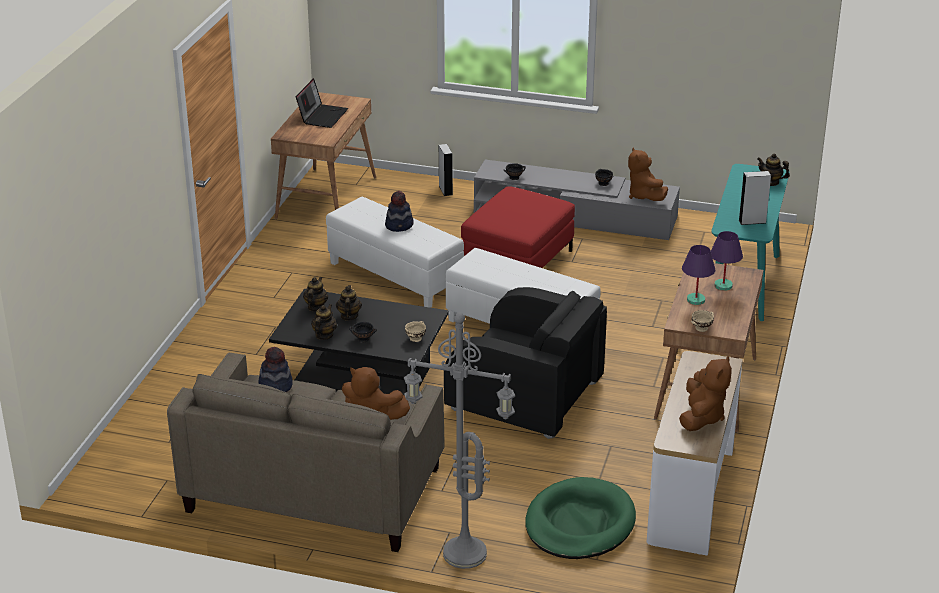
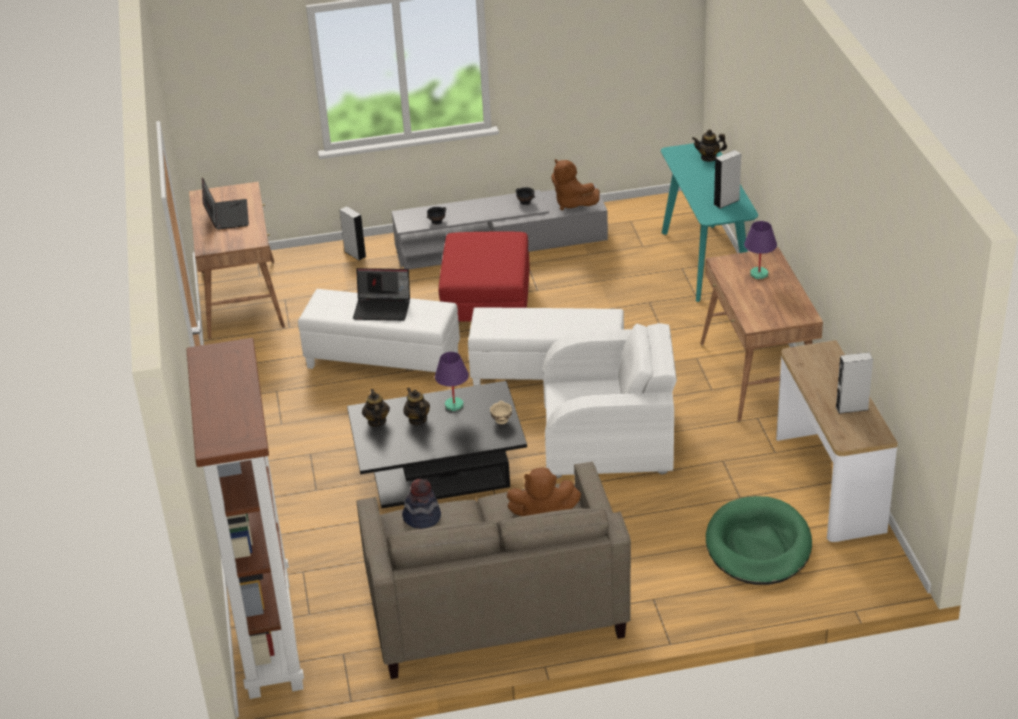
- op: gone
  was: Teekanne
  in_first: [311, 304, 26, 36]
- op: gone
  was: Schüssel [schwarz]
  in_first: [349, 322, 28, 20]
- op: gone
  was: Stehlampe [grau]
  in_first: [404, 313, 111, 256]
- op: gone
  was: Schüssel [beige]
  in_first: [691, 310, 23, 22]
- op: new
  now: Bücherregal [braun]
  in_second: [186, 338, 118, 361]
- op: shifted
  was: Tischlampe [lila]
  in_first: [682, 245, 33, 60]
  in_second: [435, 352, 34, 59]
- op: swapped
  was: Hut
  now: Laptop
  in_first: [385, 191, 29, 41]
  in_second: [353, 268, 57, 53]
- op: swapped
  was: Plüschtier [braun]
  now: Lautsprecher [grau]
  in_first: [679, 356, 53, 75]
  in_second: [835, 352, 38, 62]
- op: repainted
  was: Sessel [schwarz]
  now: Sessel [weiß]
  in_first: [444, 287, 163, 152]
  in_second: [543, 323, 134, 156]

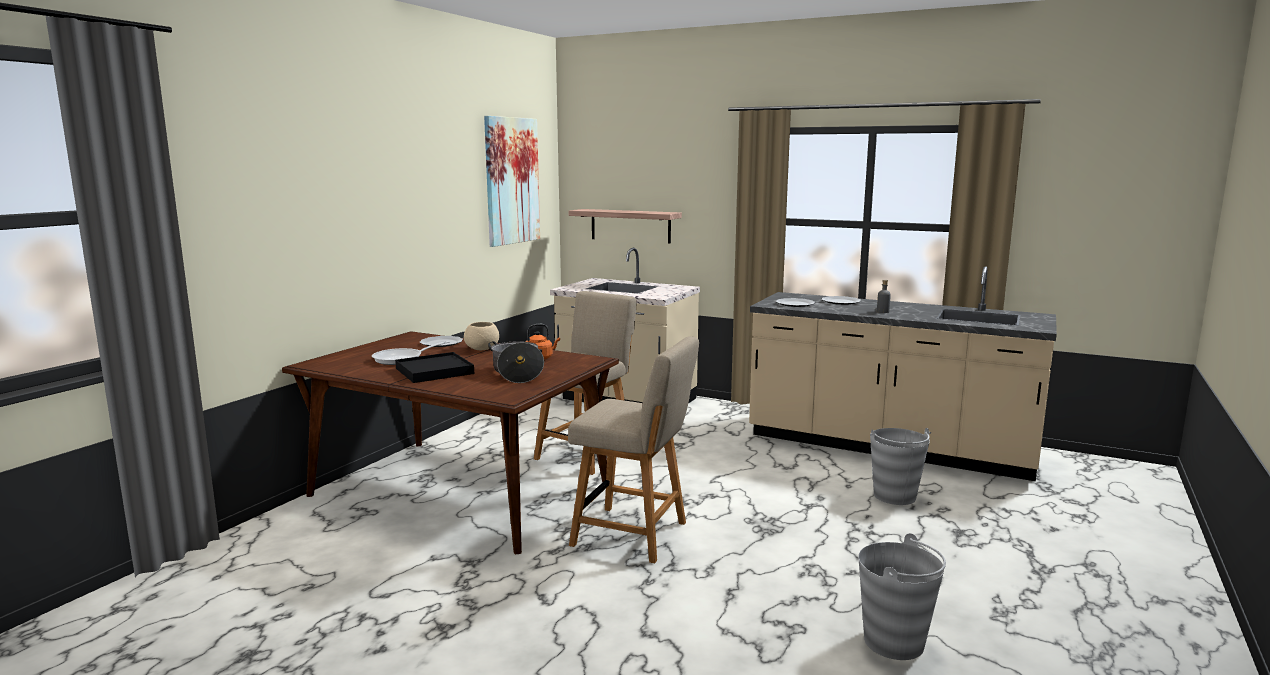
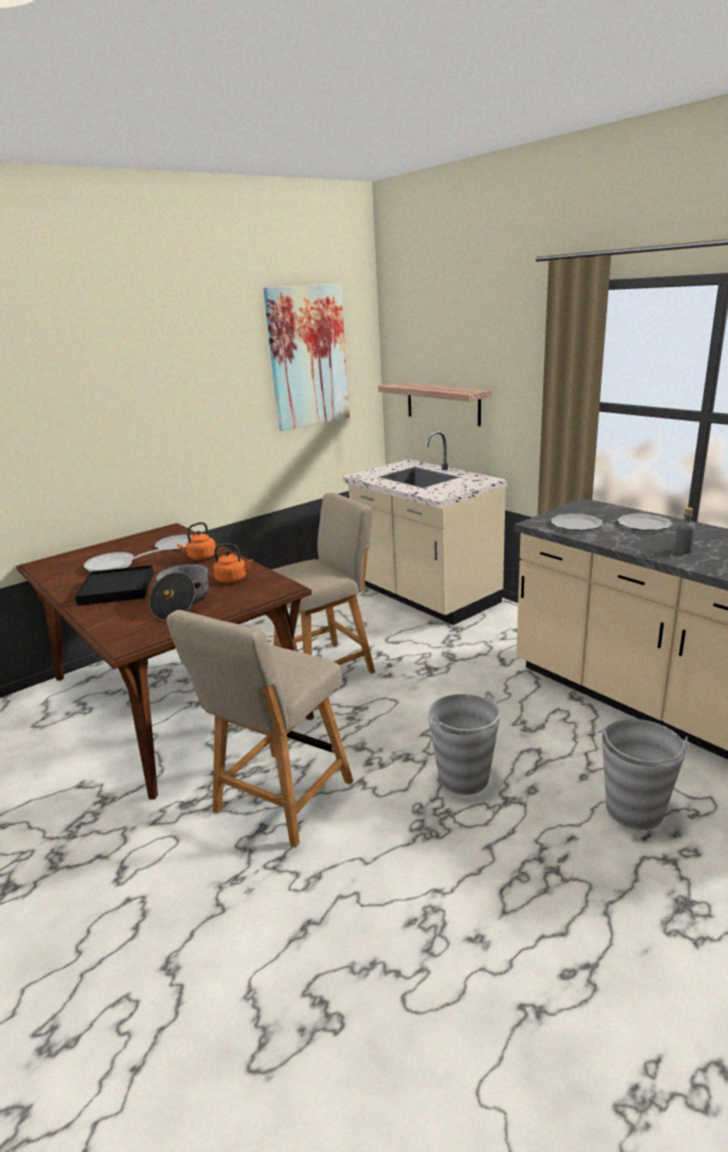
- op: shifted
  was: Eimer [grau]
  in_first: [858, 533, 88, 127]
  in_second: [428, 691, 72, 104]
- op: swapped
  was: Schüssel [beige]
  now: Wasserkessel [orange]
  in_first: [464, 322, 35, 28]
  in_second: [177, 522, 39, 38]
- op: rotated
  was: Stuhl [beige]
  in_first: [568, 336, 131, 227]
  in_second: [167, 610, 186, 238]
  clockwise: 75

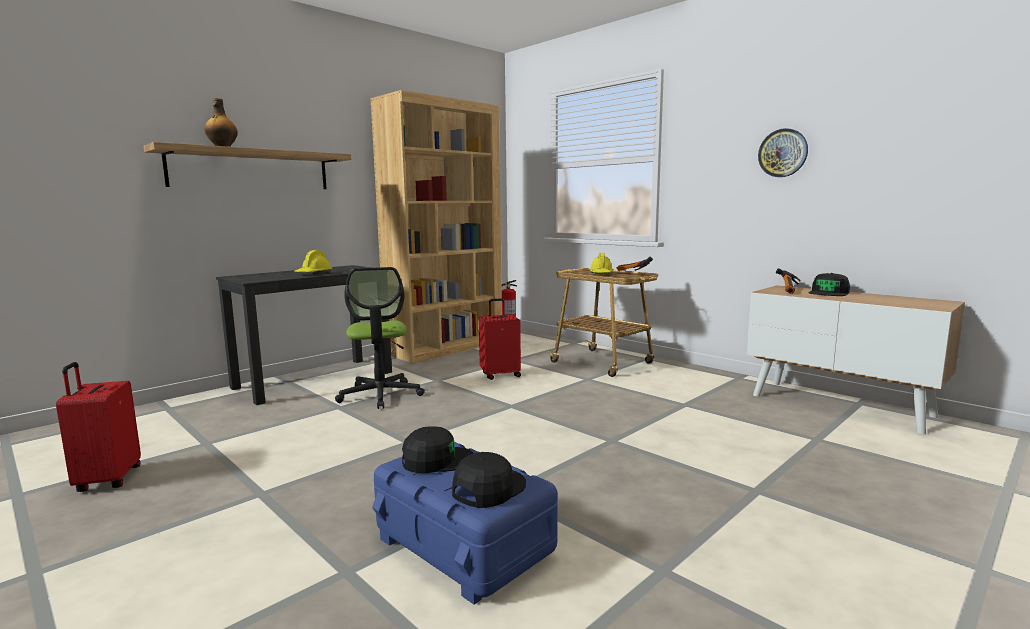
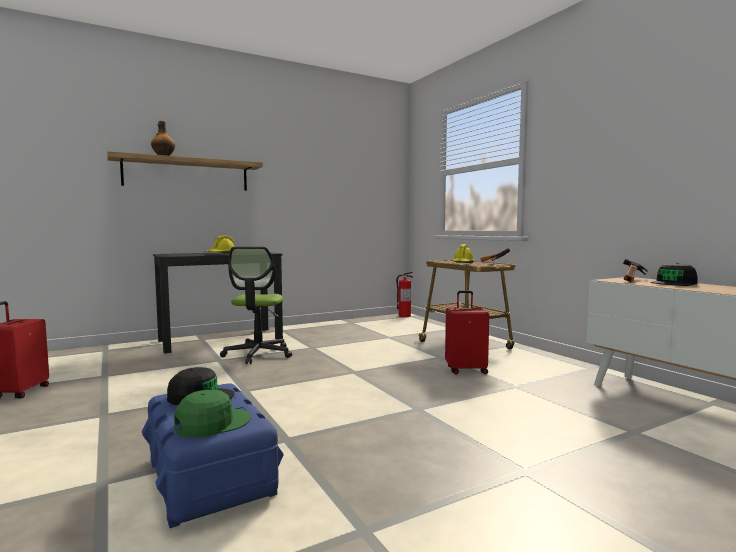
- op: gone
  was: Bücherregal [braun]
  in_first: [370, 90, 132, 273]
- op: gone
  was: Wanduhr
  in_first: [758, 128, 50, 49]
- op: shifted
  was: Koffer [rot]
  in_first: [479, 298, 42, 82]
  in_second: [445, 291, 44, 83]
- op: repainted
  was: Kappe [schwarz]
  now: Kappe [grün]
  in_first: [452, 452, 74, 56]
  in_second: [174, 390, 77, 48]

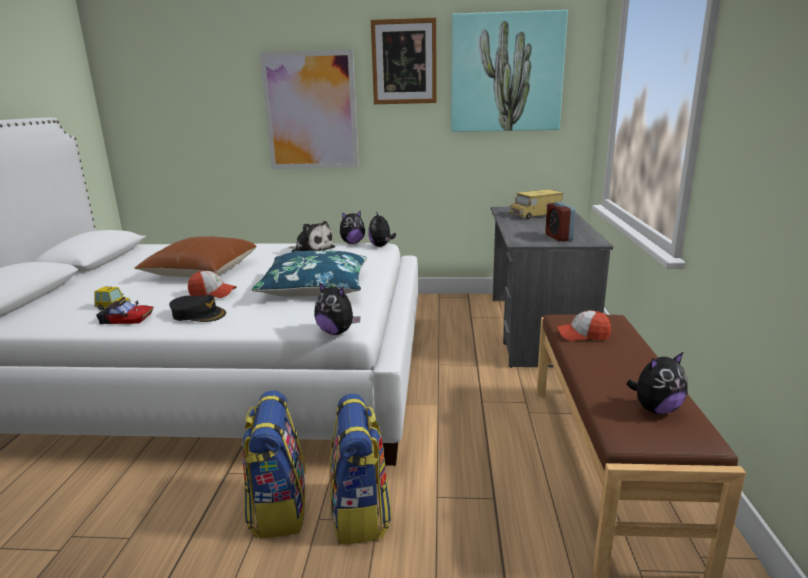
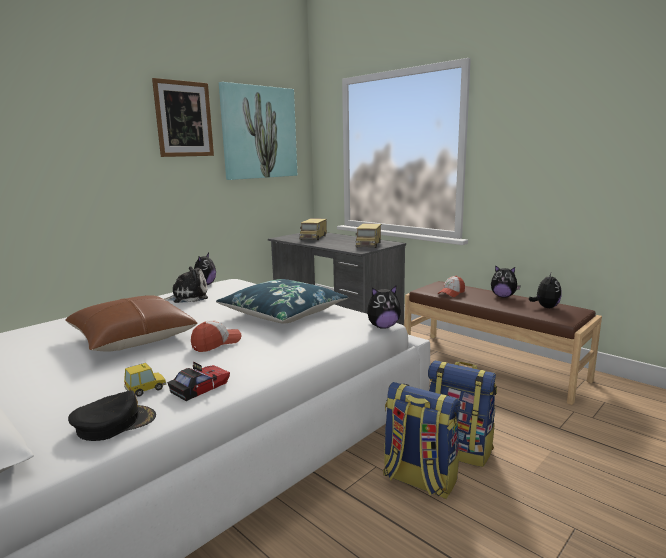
- op: gone
  was: Bild
  in_first: [260, 49, 99, 120]
- op: shifted
  was: Kappe [schwarz]
  in_first: [169, 295, 57, 27]
  in_second: [68, 390, 88, 51]
- op: shifted
  was: Plüschtier
  in_first: [368, 212, 28, 35]
  in_second: [491, 265, 29, 32]
- op: swapped
  was: Wecker
  now: Spielzeuglaster
  in_first: [545, 202, 31, 39]
  in_second: [355, 223, 26, 25]

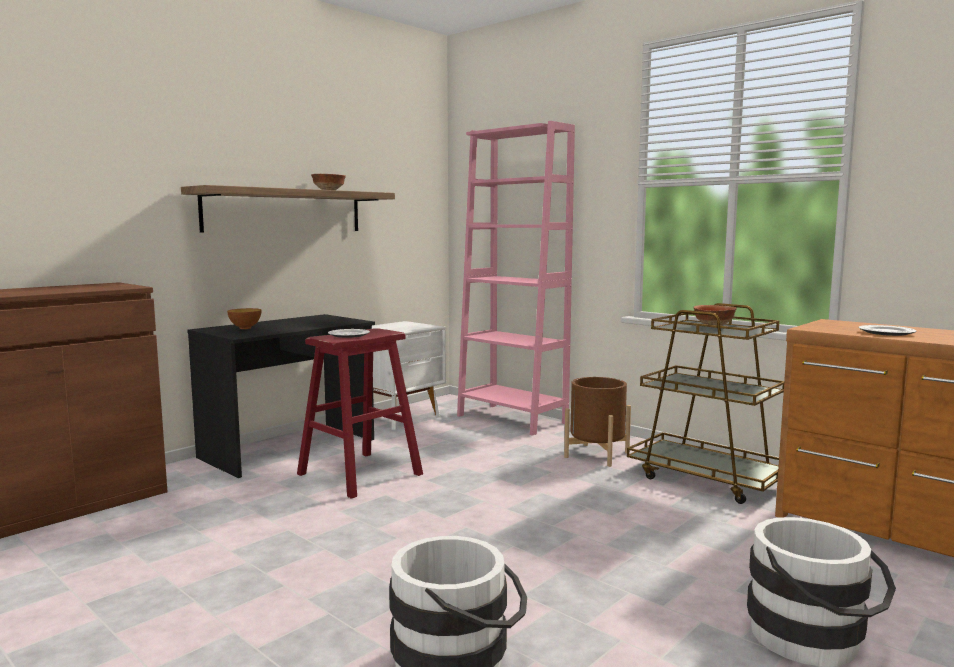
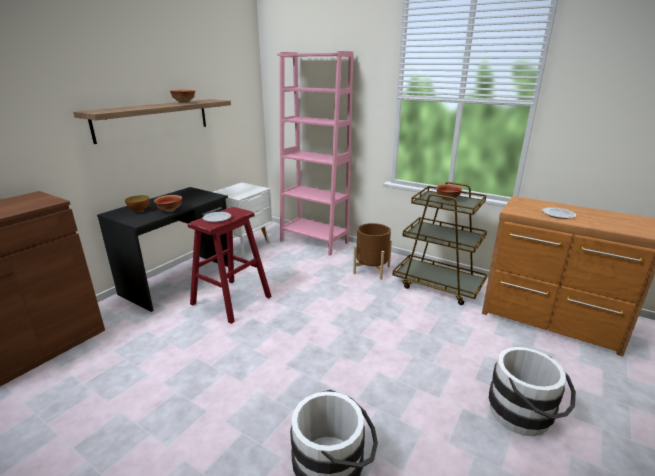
- op: new
  now: Schüssel
  in_second: [154, 195, 28, 17]

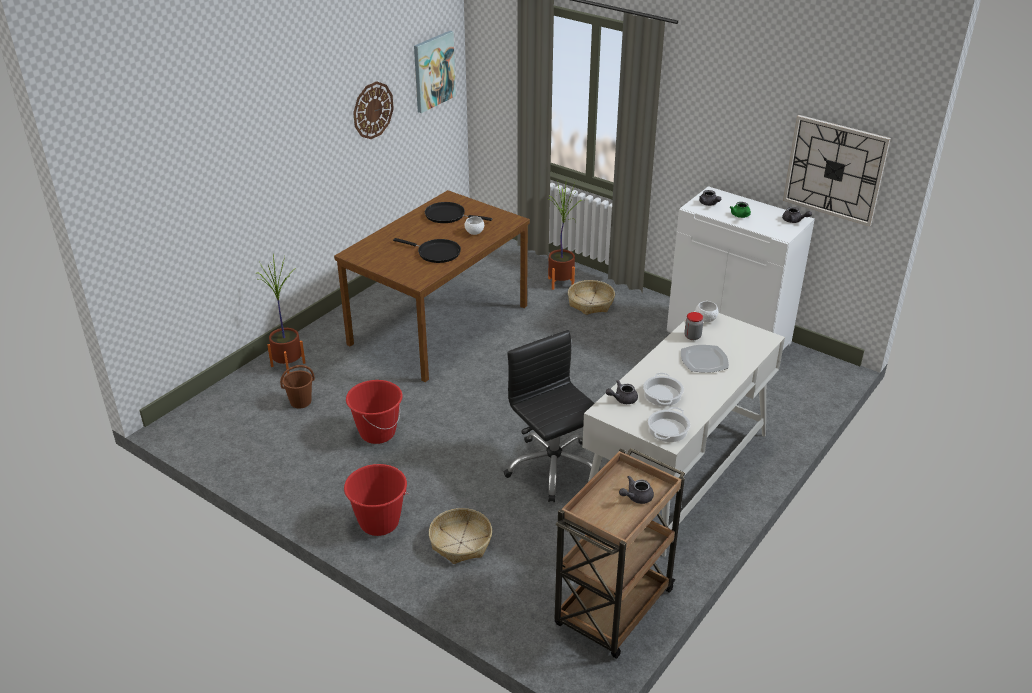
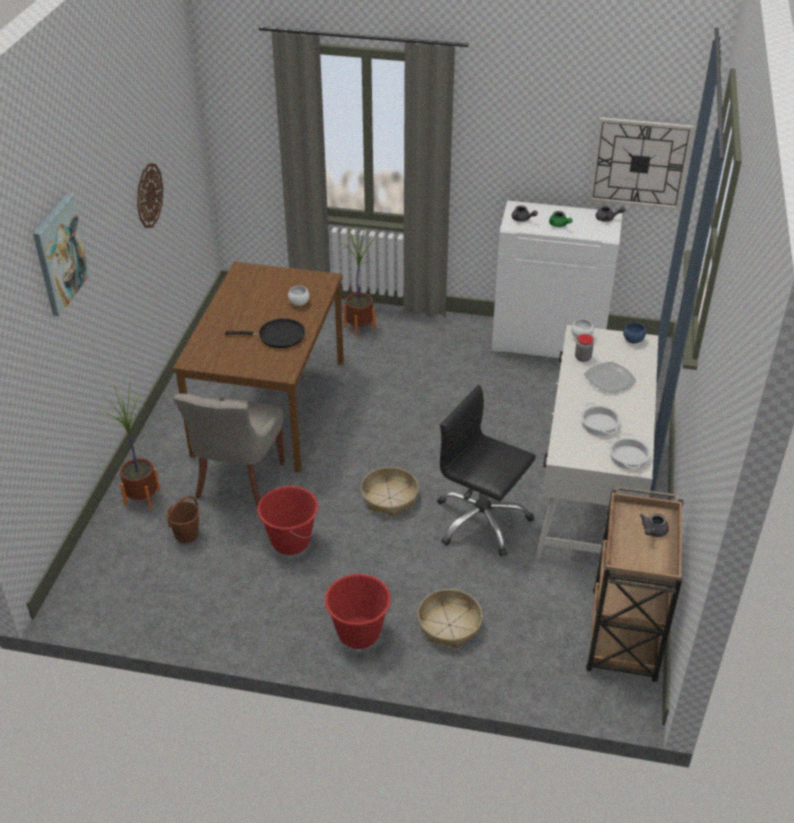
- op: gone
  was: Pfanne [schwarz]
  in_first: [425, 202, 67, 21]
- op: gone
  was: Teekanne [grau]
  in_first: [606, 380, 32, 24]
- op: new
  now: Stuhl [grau]
  in_second: [173, 393, 112, 115]
- op: new
  now: Schüssel [blau]
  in_second: [623, 323, 23, 21]
- op: shifted
  was: Bild
  in_first: [414, 31, 42, 82]
  in_second: [33, 194, 57, 122]
- op: shifted
  was: Korb
  in_first: [568, 280, 47, 35]
  in_second: [361, 467, 58, 50]

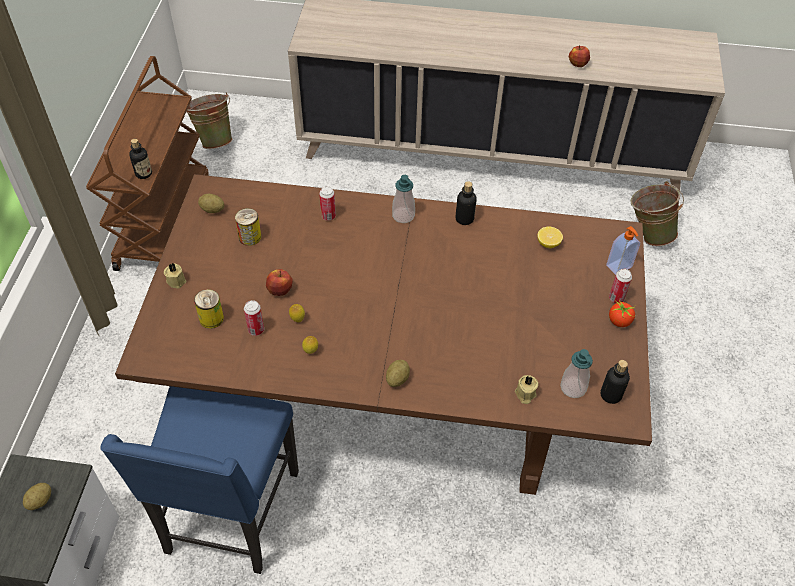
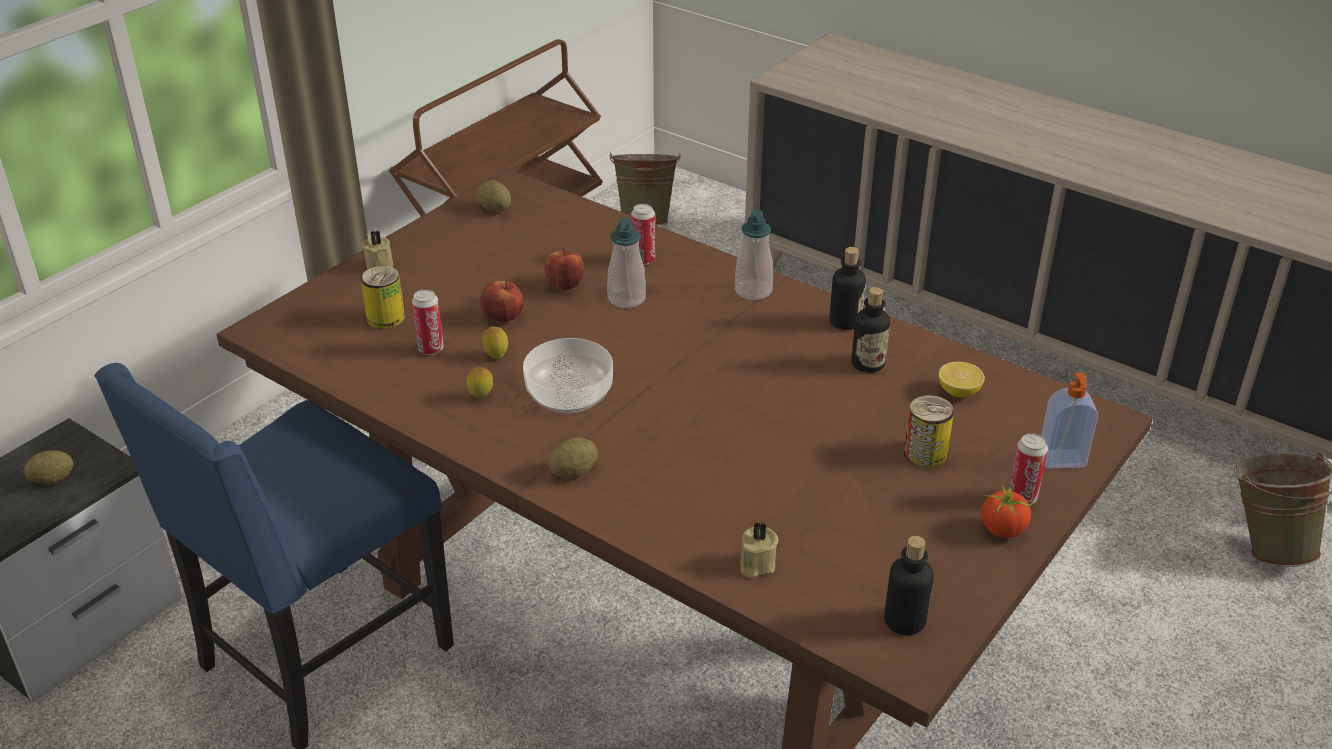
- op: new
  now: Schüssel
  in_second: [523, 338, 90, 75]
- op: shifted
  was: Flasche
  in_first: [129, 139, 23, 40]
  in_second: [852, 287, 38, 86]
- op: shifted
  was: Dose
  in_first: [235, 208, 26, 38]
  in_second: [904, 395, 50, 72]
- op: shifted
  was: Seifenspender
  in_first: [560, 349, 33, 49]
  in_second: [607, 217, 39, 91]
- op: shifted
  was: Apfel
  in_first: [569, 45, 21, 22]
  in_second: [544, 248, 40, 43]

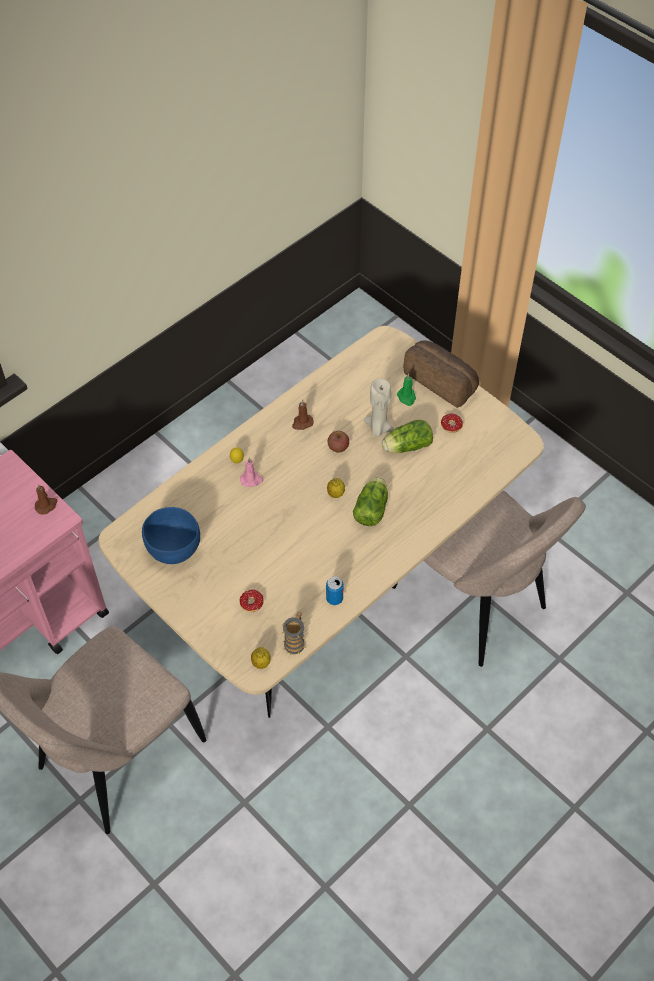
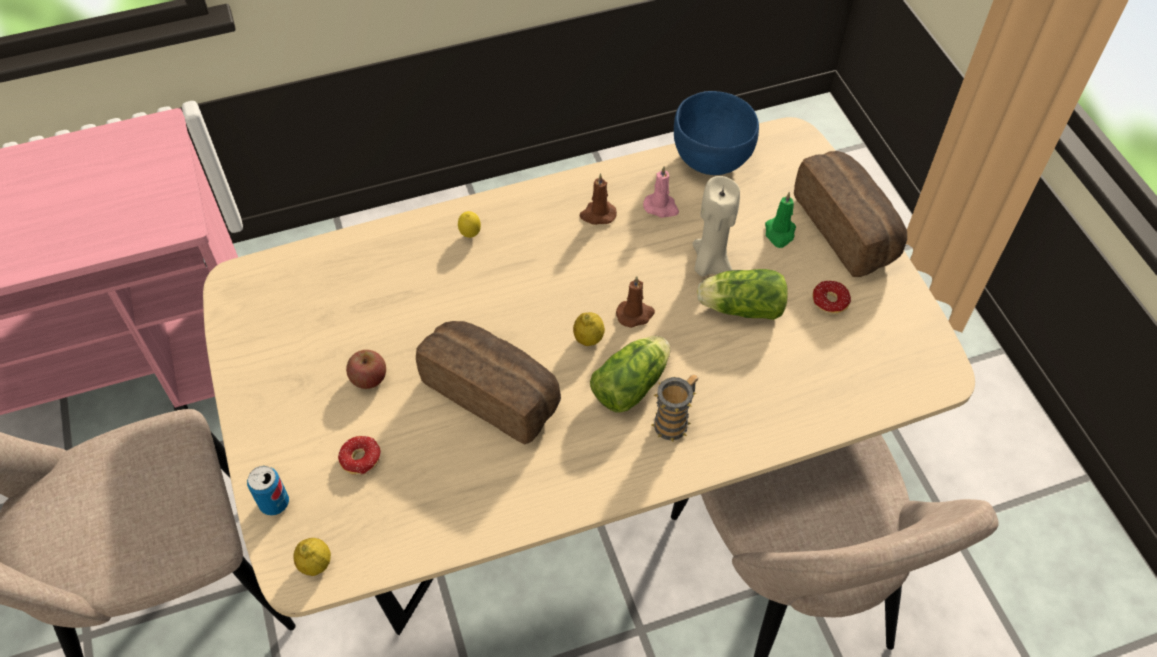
- op: new
  now: Brot
  in_second: [416, 321, 145, 124]
- op: shifted
  was: Kerze [braun]
  in_first: [35, 484, 22, 30]
  in_second: [616, 276, 39, 52]
- op: shifted
  was: Schüssel [blau]
  in_first: [142, 507, 58, 57]
  in_second: [674, 91, 85, 84]
- op: shifted
  was: Kerze [rosa]
  in_first: [240, 458, 23, 29]
  in_second: [643, 166, 36, 52]
- op: shifted
  was: Henkelbecher
  in_first: [282, 612, 24, 43]
  in_second: [651, 374, 48, 68]
- op: shifted
  was: Dose
  in_first: [326, 576, 18, 29]
  in_second: [247, 466, 42, 50]
- op: shifted
  was: Apfel
  in_first: [328, 431, 21, 22]
  in_second: [346, 350, 40, 39]

